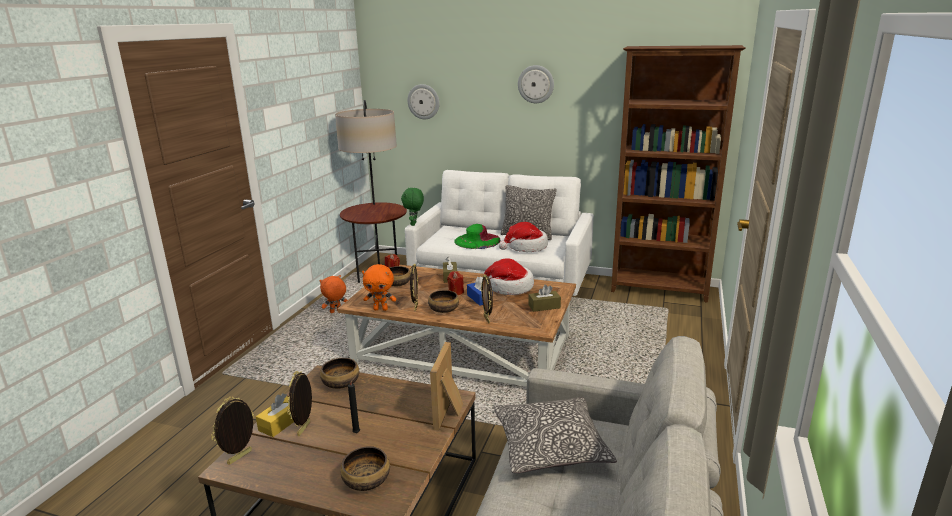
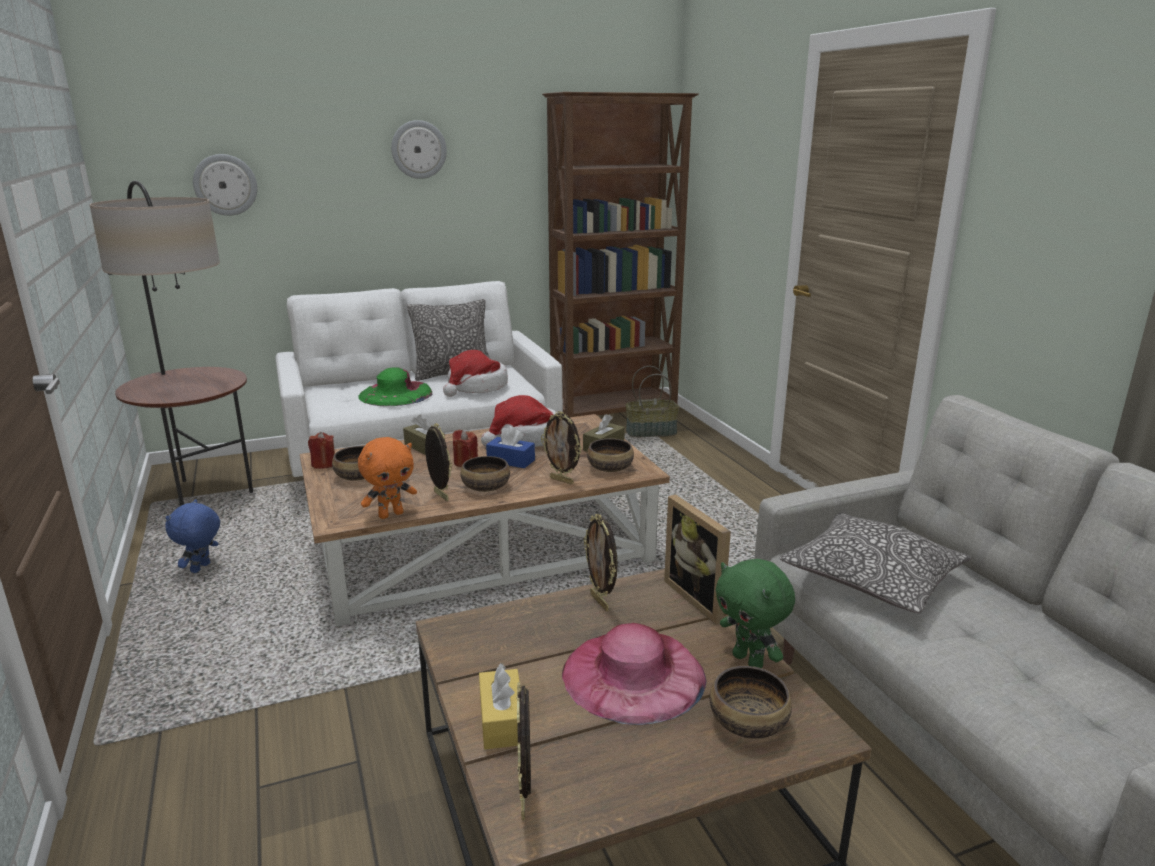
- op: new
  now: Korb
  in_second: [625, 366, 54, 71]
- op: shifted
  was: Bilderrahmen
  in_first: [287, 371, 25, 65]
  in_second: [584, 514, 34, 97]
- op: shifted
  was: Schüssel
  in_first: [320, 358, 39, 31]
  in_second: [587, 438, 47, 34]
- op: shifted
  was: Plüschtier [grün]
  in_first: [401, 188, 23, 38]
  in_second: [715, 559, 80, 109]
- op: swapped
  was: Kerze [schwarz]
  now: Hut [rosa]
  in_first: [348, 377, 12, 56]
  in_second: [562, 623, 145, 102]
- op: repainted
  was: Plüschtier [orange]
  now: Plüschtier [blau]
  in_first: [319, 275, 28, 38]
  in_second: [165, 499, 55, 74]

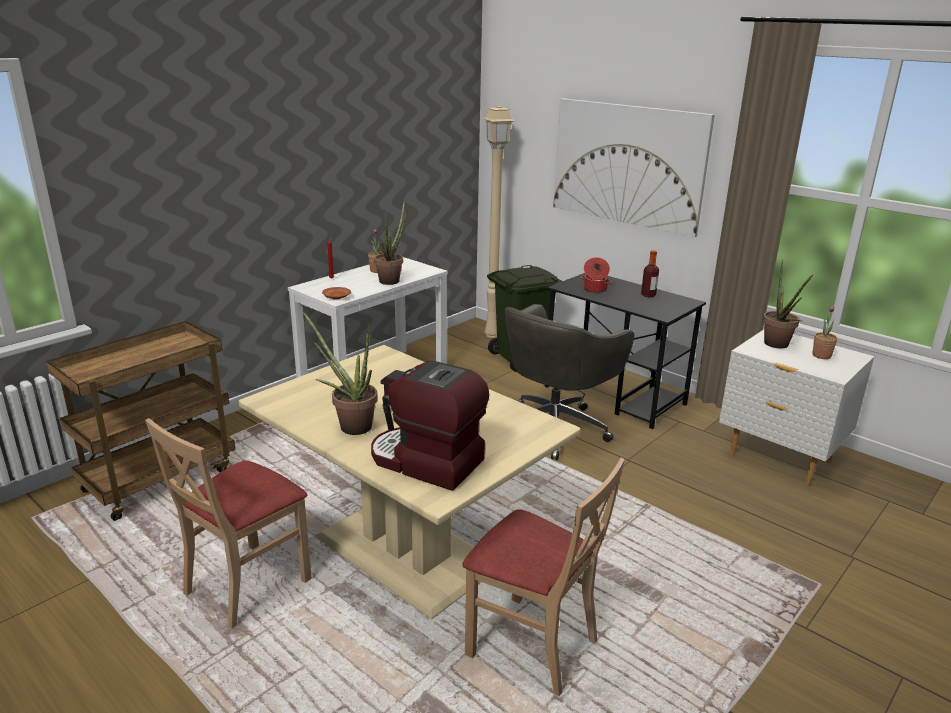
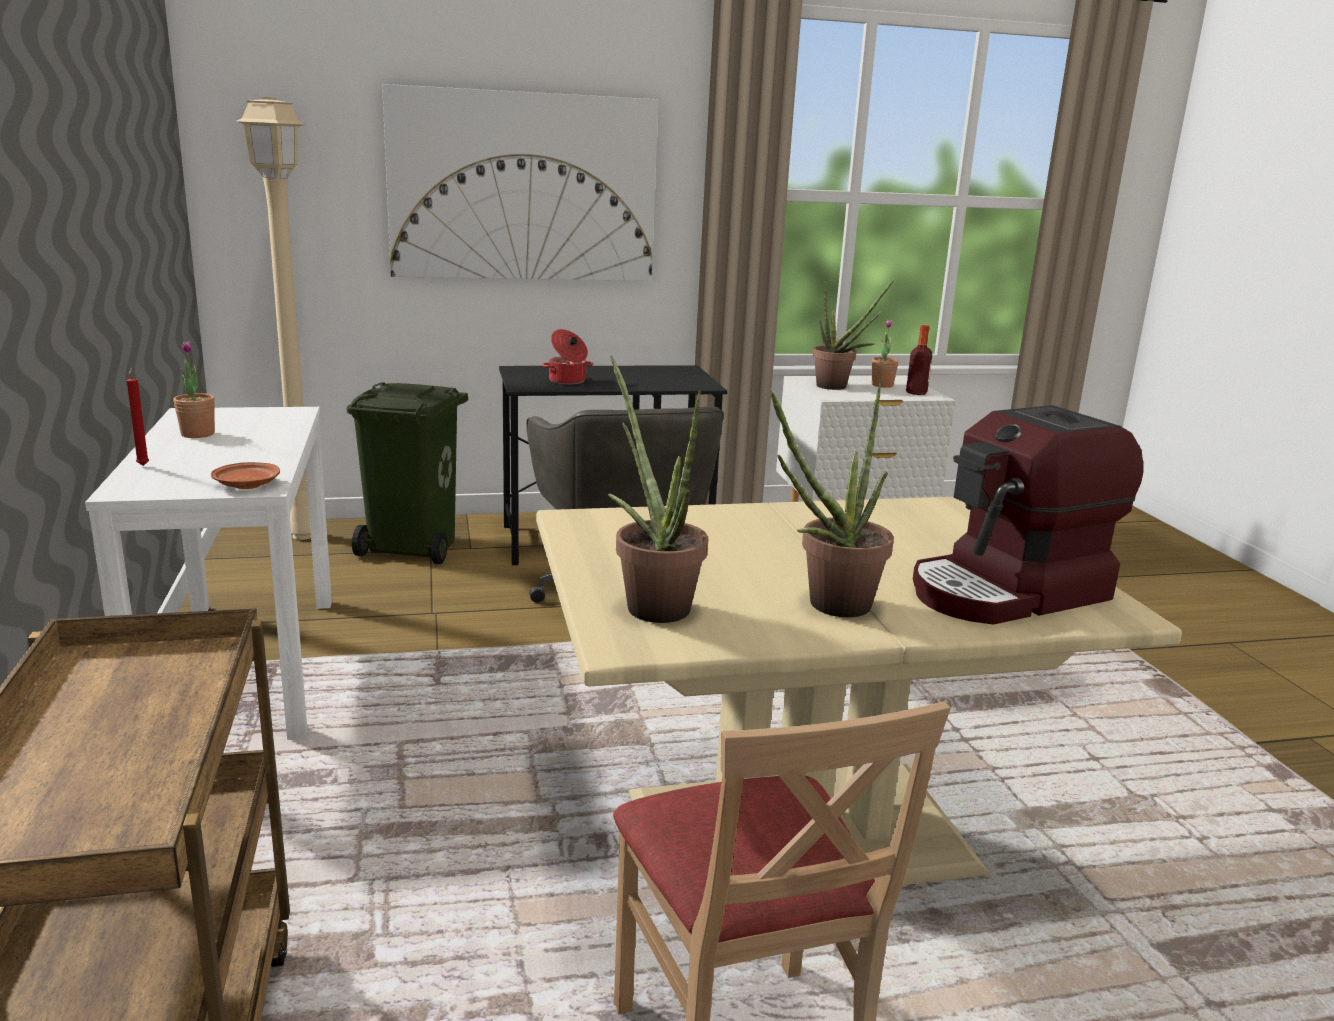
- op: gone
  was: Stuhl [beige]
  in_first: [462, 458, 163, 238]
- op: shifted
  was: Topfpflanze
  in_first: [374, 200, 31, 85]
  in_second: [608, 356, 100, 267]
- op: shifted
  was: Flasche
  in_first: [641, 250, 18, 47]
  in_second: [906, 325, 26, 70]

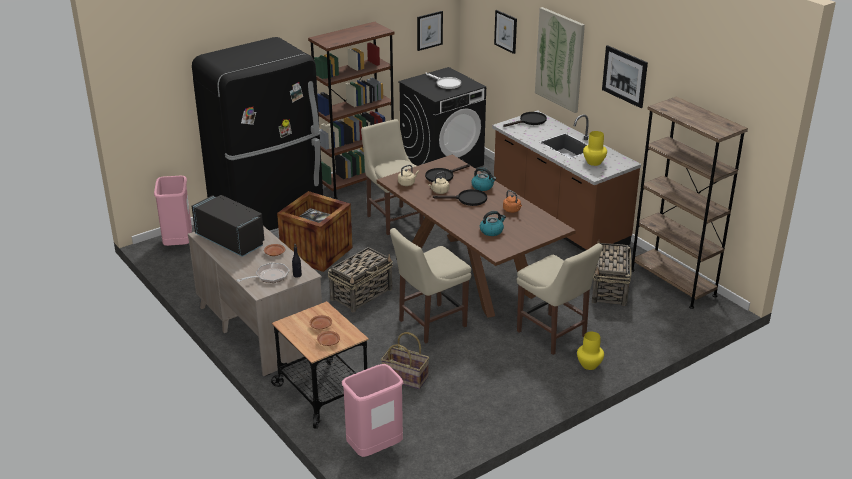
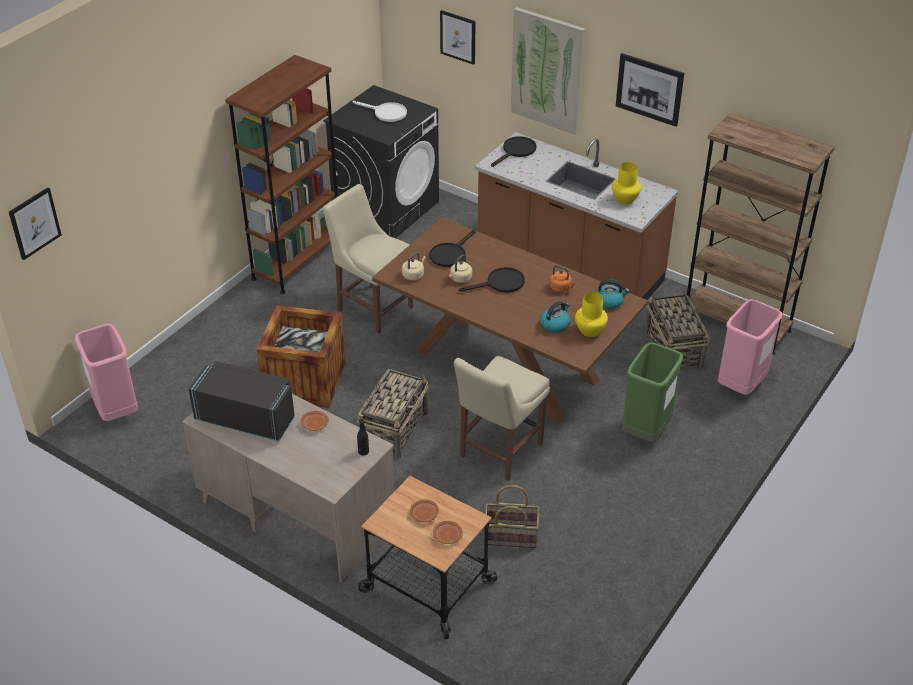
- op: gone
  was: Kühlschrank [schwarz]
  in_first: [192, 37, 131, 202]
- op: gone
  was: Pfanne
  in_first: [236, 263, 53, 20]
- op: shifted
  was: Mülleimer [rosa]
  in_first: [342, 364, 62, 93]
  in_second: [718, 299, 64, 96]
- op: shifted
  was: Bild
  in_first: [417, 11, 26, 40]
  in_second: [9, 187, 53, 73]
- op: shifted
  was: Wasserkessel
  in_first: [471, 167, 25, 24]
  in_second: [596, 279, 33, 30]
- op: shifted
  was: Vase [gelb]
  in_first: [577, 332, 27, 38]
  in_second: [575, 292, 33, 45]
- op: swapped
  was: Stuhl [beige]
  now: Mülleimer [grün]
  in_first: [517, 243, 86, 112]
  in_second: [622, 342, 61, 100]

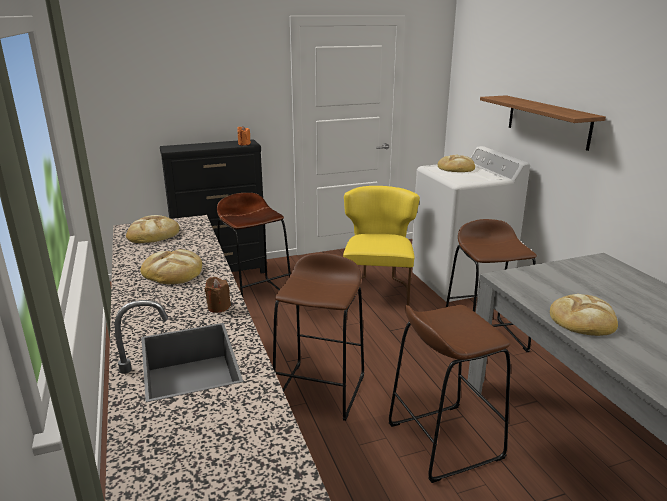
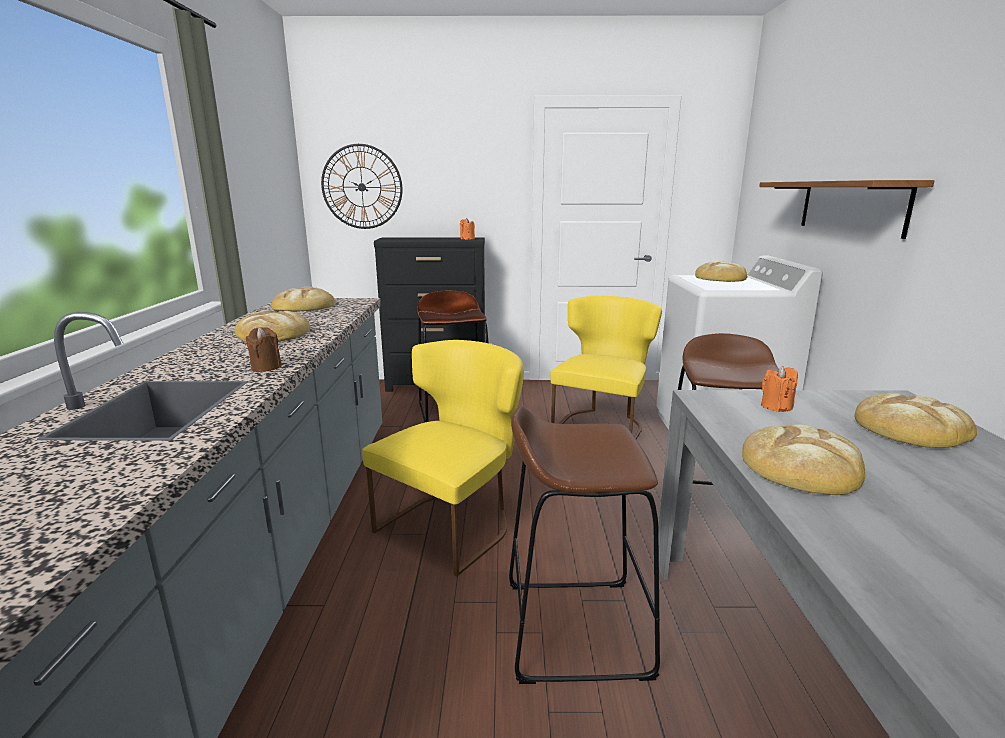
- op: new
  now: Wanduhr
  in_second: [321, 144, 81, 85]
- op: new
  now: Kerze [orange]
  in_second: [761, 366, 37, 46]
- op: new
  now: Brot
  in_second: [855, 393, 122, 55]
- op: swapped
  was: Hocker [braun]
  now: Stuhl [gelb]
  in_first: [273, 253, 91, 168]
  in_second: [362, 340, 162, 237]

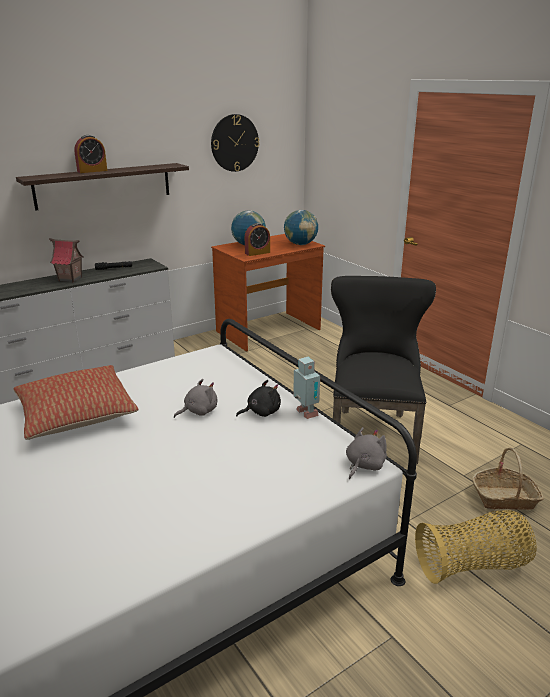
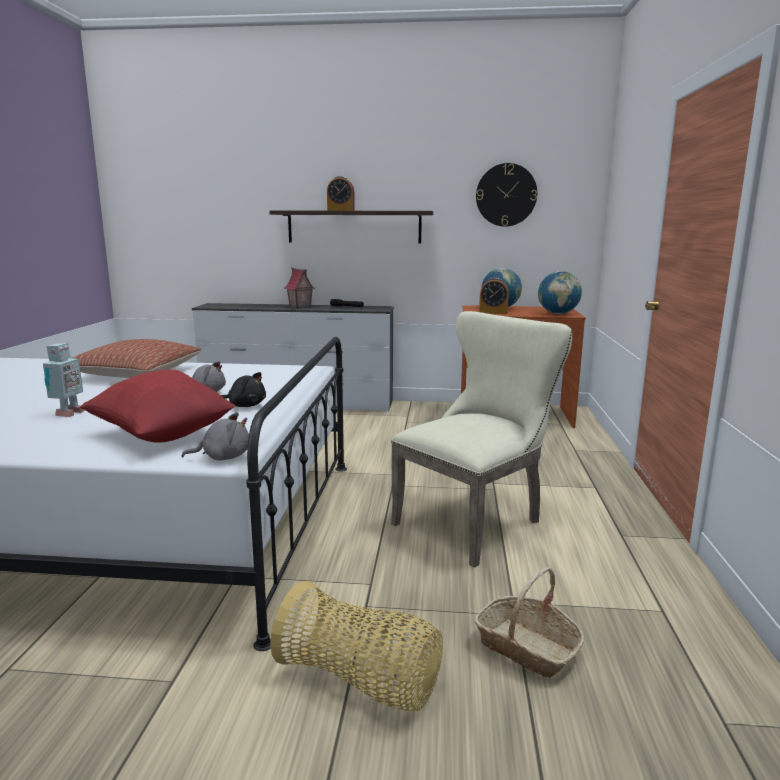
- op: new
  now: Kissen [rot]
  in_second: [80, 369, 155, 74]
- op: shifted
  was: Spielzeugroboter
  in_first: [293, 357, 27, 62]
  in_second: [43, 343, 42, 74]
- op: repainted
  was: Stuhl [schwarz]
  now: Stuhl [beige]
  in_first: [331, 276, 105, 188]
  in_second: [391, 311, 181, 256]

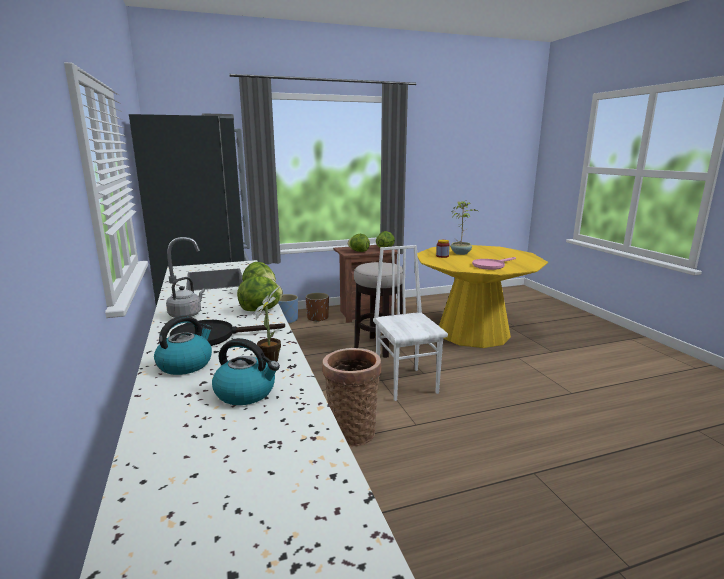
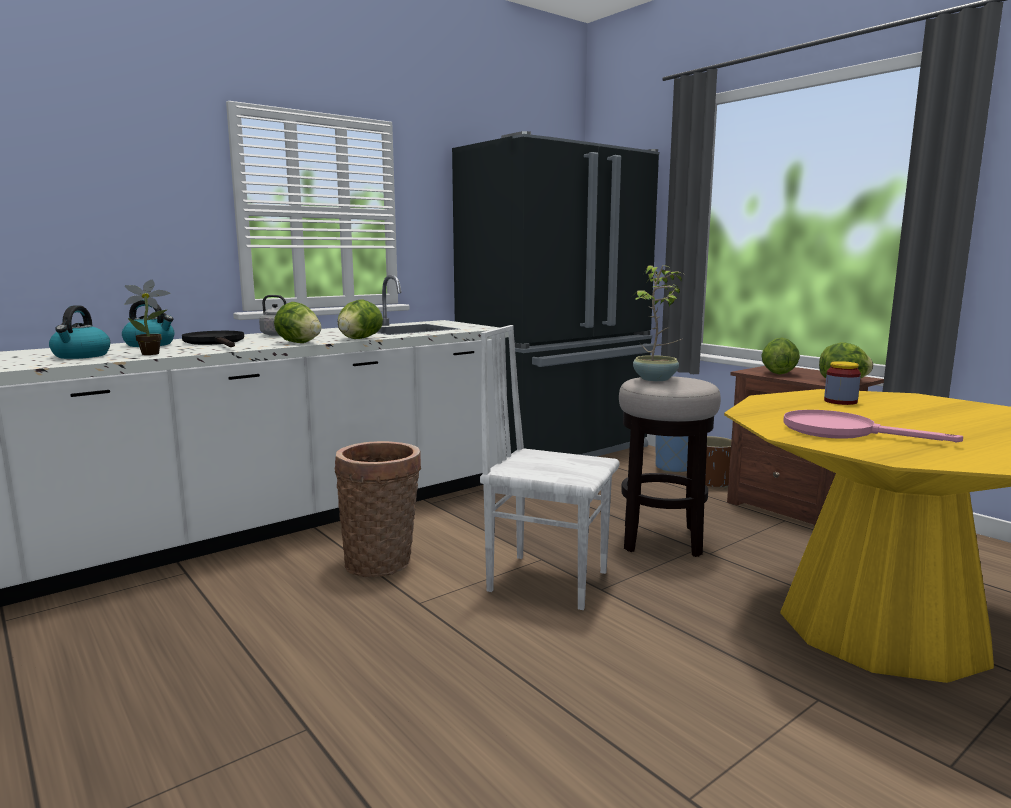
- op: shifted
  was: Topfpflanze
  in_first: [451, 200, 27, 55]
  in_second: [633, 265, 50, 116]
- op: rotated
  was: Stuhl [weiß]
  in_first: [373, 245, 75, 156]
  in_second: [480, 325, 140, 285]
  clockwise: -120

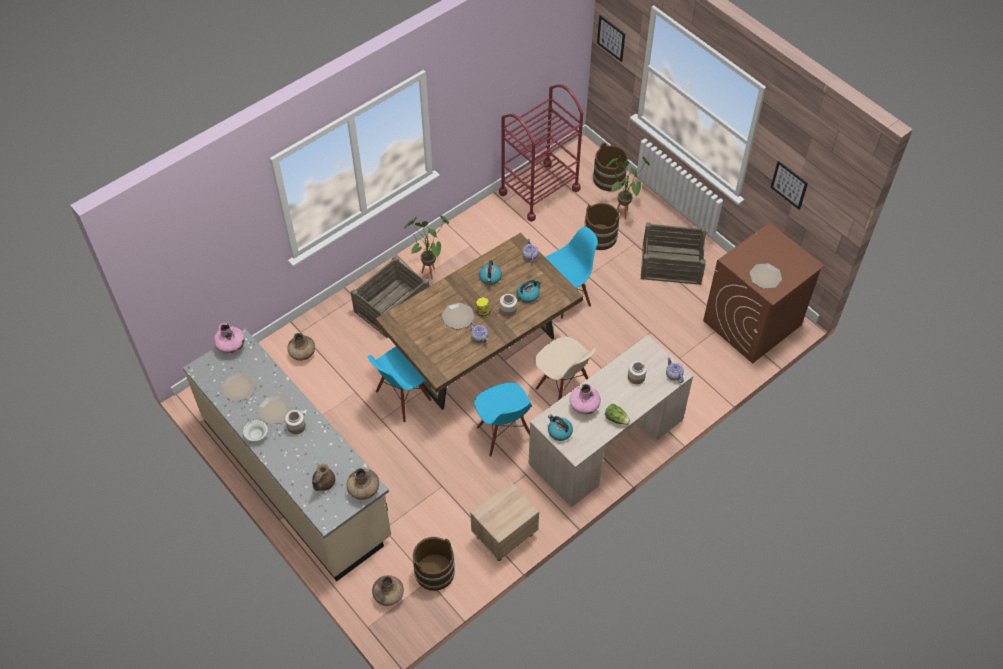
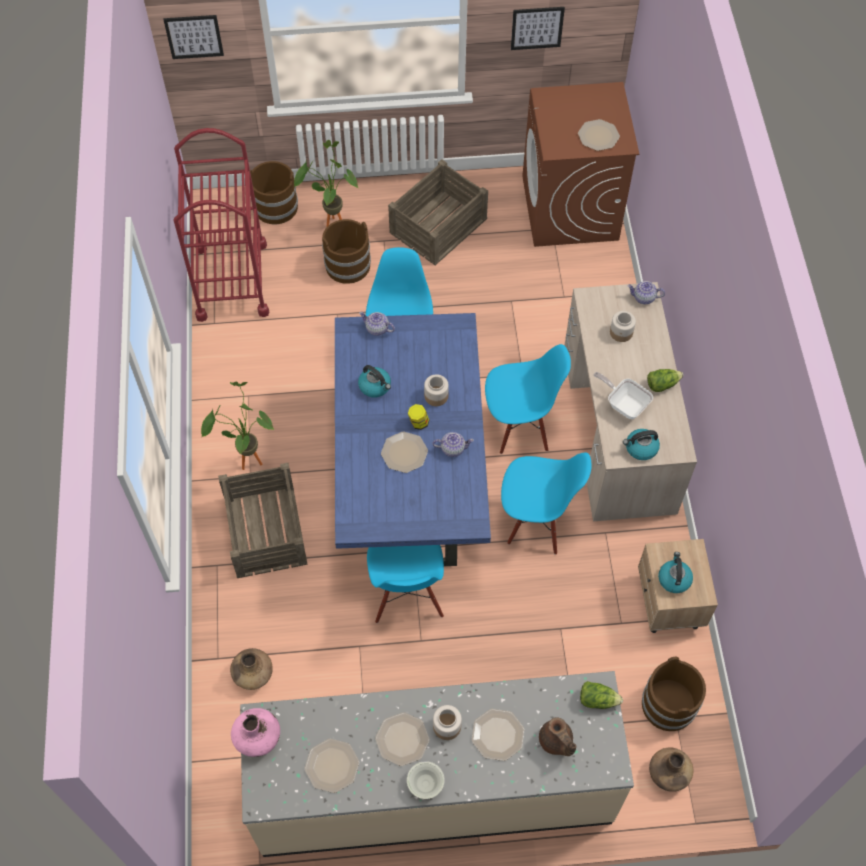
- op: new
  now: Teller
  in_second: [472, 709, 53, 52]
- op: shifted
  was: Wasserkessel
  in_first: [517, 280, 24, 23]
  in_second: [658, 552, 35, 41]
- op: swapped
  was: Vase [braun]
  now: Salatkopf
  in_first: [346, 468, 33, 32]
  in_second: [580, 681, 43, 28]
- op: swapped
  was: Vase [rosa]
  now: Pfanne
  in_first: [570, 384, 31, 30]
  in_second: [594, 372, 59, 47]
- op: repainted
  was: Esstisch [braun]
  now: Esstisch [blau]
  in_first: [376, 233, 207, 177]
  in_second: [335, 313, 156, 253]
- op: repainted
  was: Stuhl [beige]
  now: Stuhl [blau]
  in_first: [535, 337, 61, 63]
  in_second: [485, 344, 86, 110]

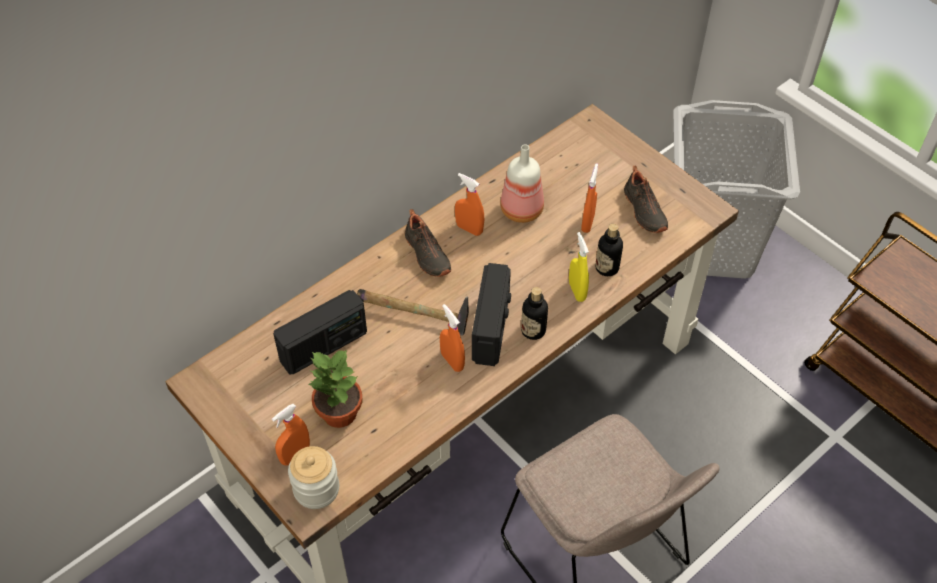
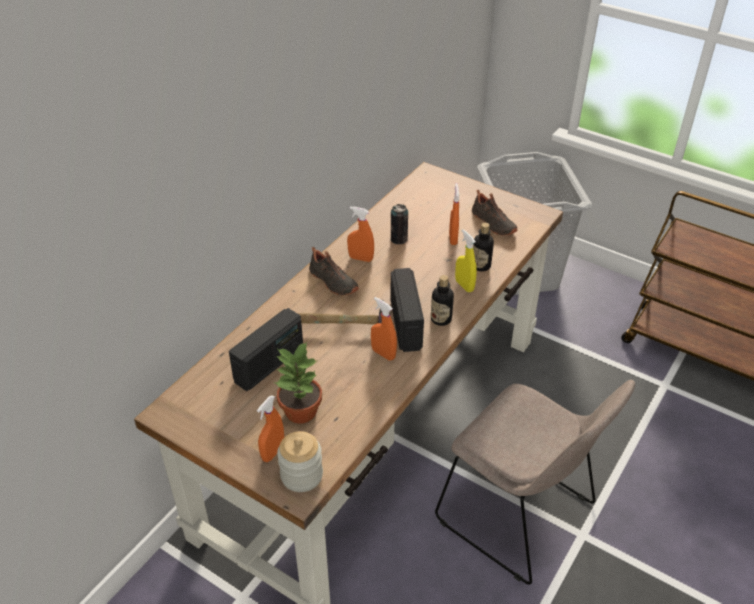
- op: swapped
  was: Flasche
  now: Dose
  in_first: [500, 145, 44, 78]
  in_second: [391, 204, 17, 40]

